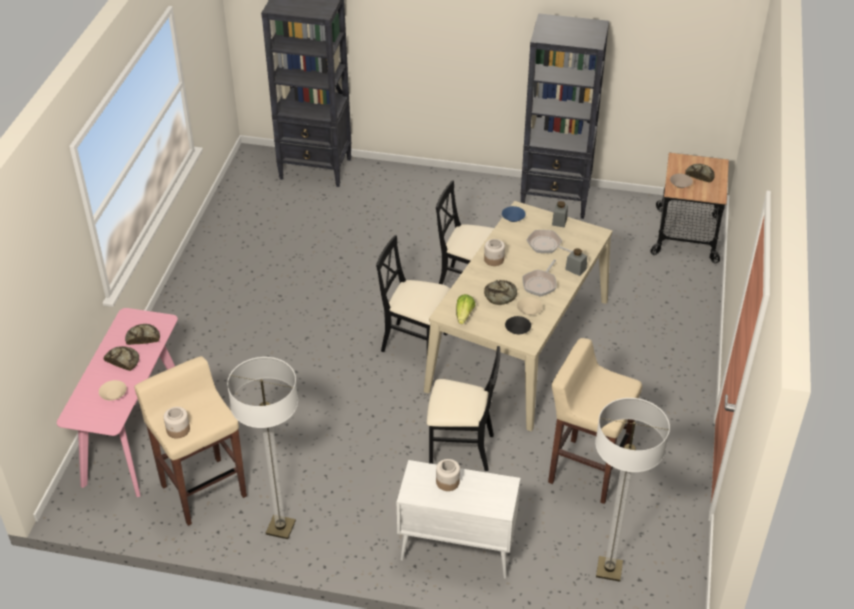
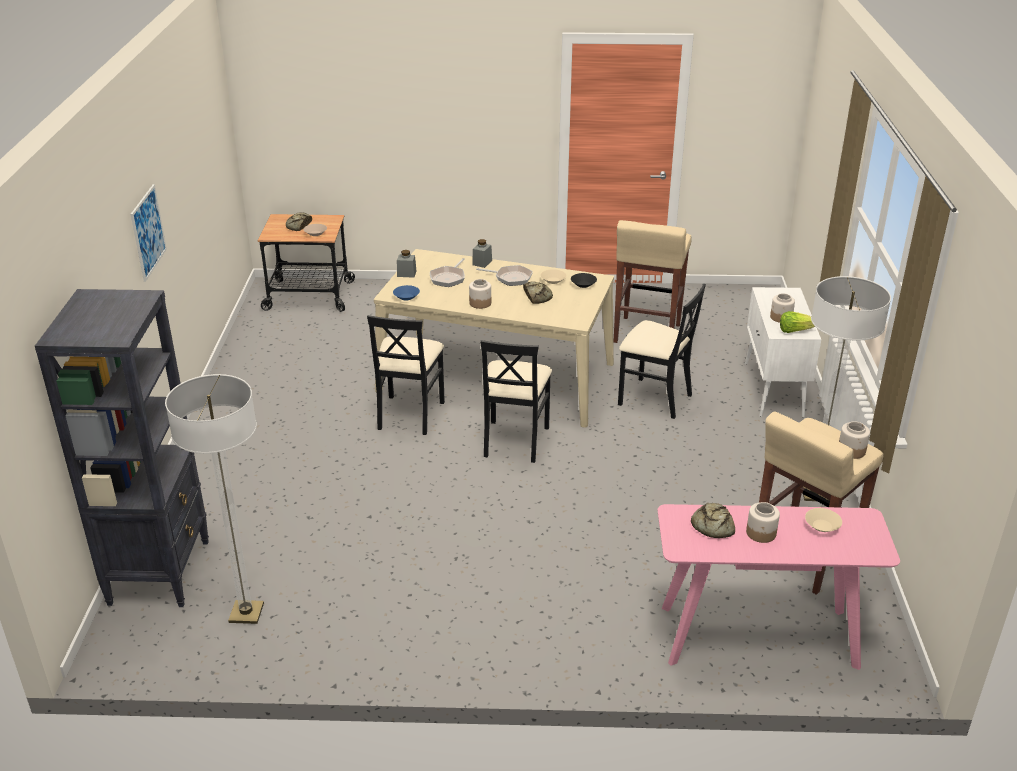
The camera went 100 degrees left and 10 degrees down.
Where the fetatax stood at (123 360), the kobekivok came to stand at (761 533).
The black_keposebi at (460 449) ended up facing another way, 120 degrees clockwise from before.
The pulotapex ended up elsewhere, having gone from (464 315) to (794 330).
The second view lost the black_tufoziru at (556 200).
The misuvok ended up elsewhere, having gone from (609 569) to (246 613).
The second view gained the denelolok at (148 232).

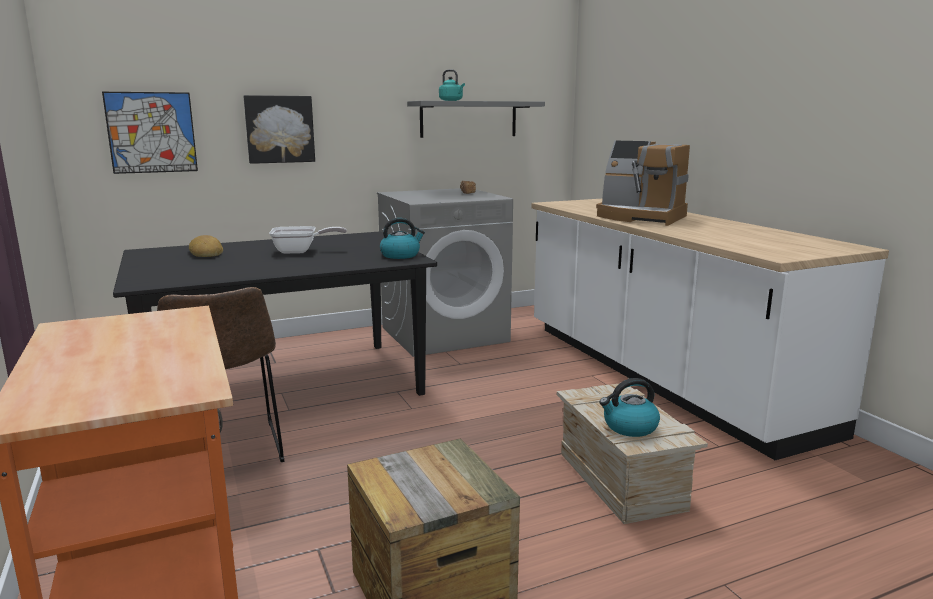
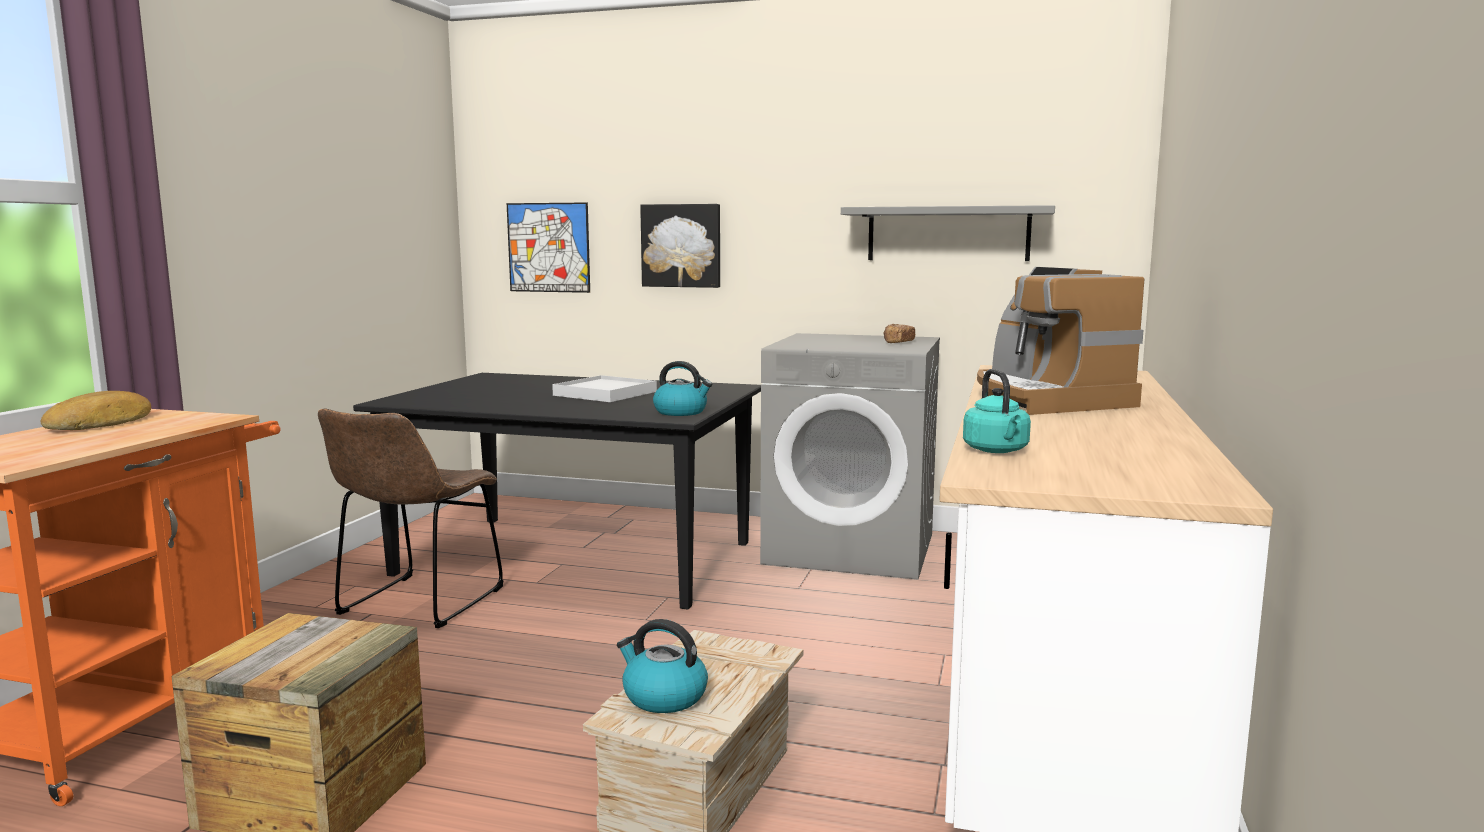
The camera went 40 degrees right and 5 degrees down.
The fetatax ended up elsewhere, having gone from (207 253) to (102 423).
Where the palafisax stood at (300 251), the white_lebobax came to stand at (605 393).
The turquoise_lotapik ended up elsewhere, having gone from (452 100) to (997 451).

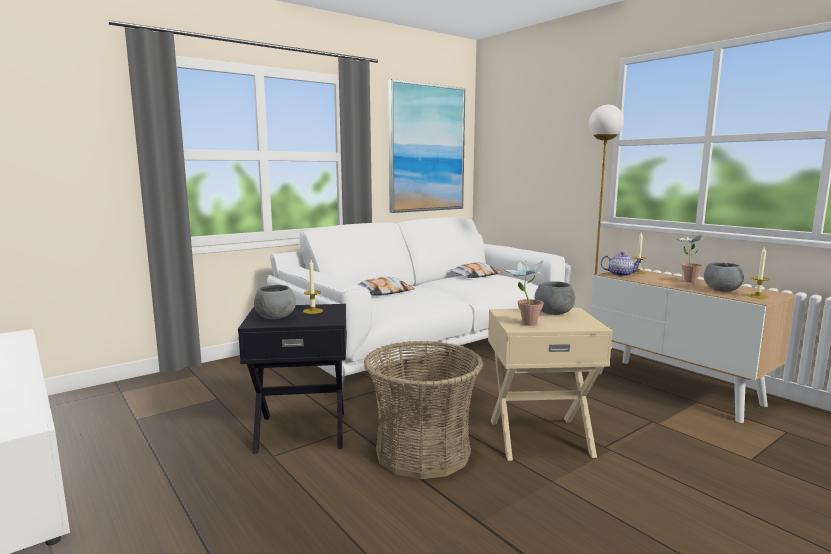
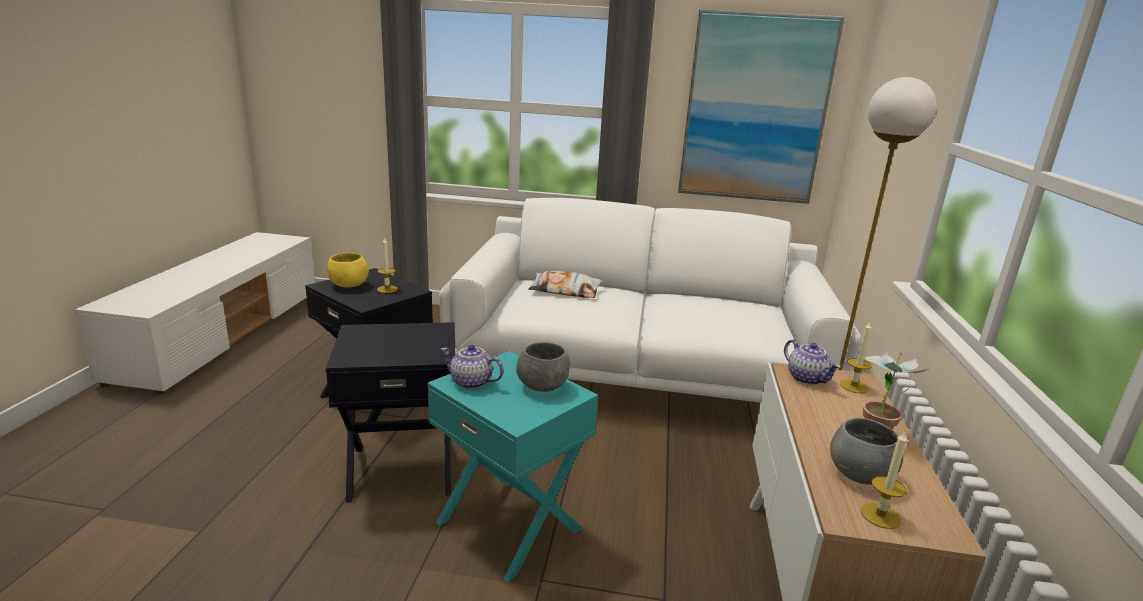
The camera went 45 degrees right and 10 degrees up.
What was the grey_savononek at (275 317) turned into the yellow_savononek at (349 285).
Where the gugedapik stood at (423 452), the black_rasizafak came to stand at (402 468).
The second view lost the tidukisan at (475 275).
What was the beige_rasizafak at (539 437) turned into the turquoise_rasizafak at (511 524).
Where the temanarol stood at (524 324), the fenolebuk came to stand at (470 382).

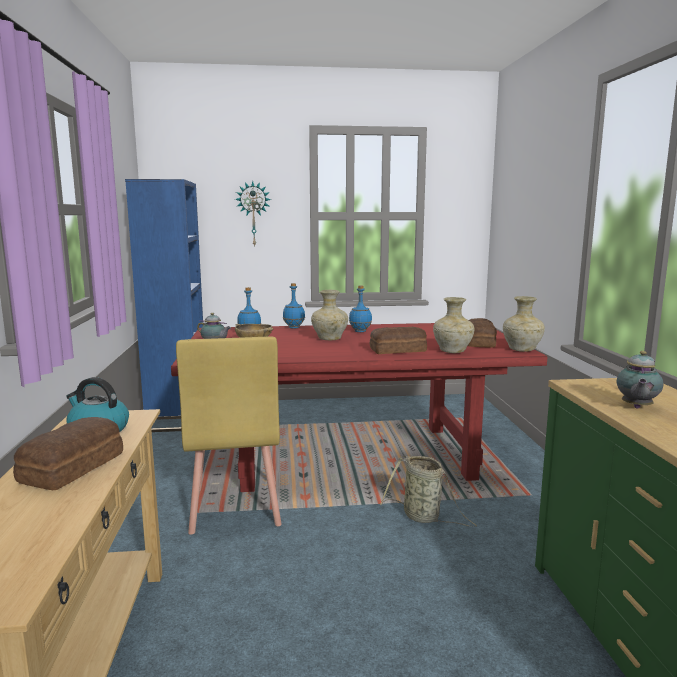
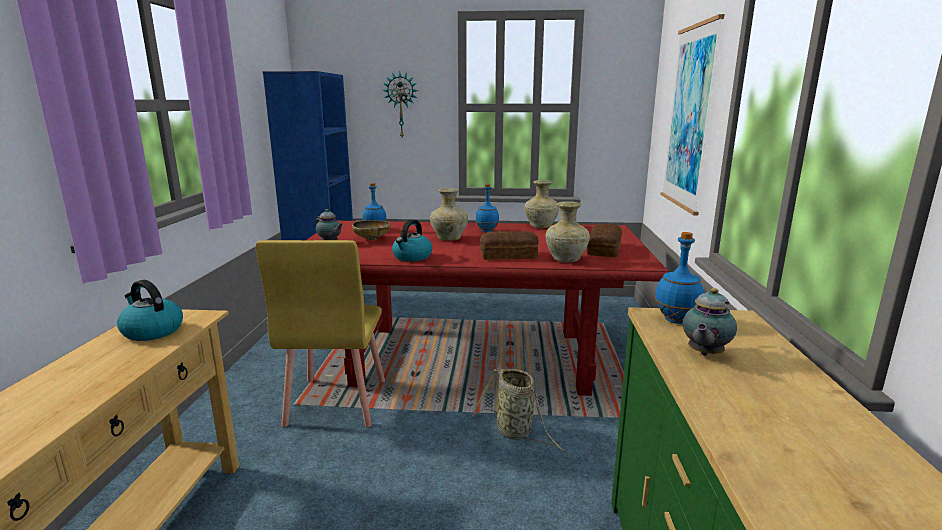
The camera went 10 degrees right and 5 degrees up.
The second view lost the fetatax at (75 467).
The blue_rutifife ended up elsewhere, having gone from (294 327) to (676 320).
The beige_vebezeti ended up elsewhere, having gone from (521 349) to (540 226).
The second view gained the lotapik at (412 257).
The second view gained the denelolok at (690 118).

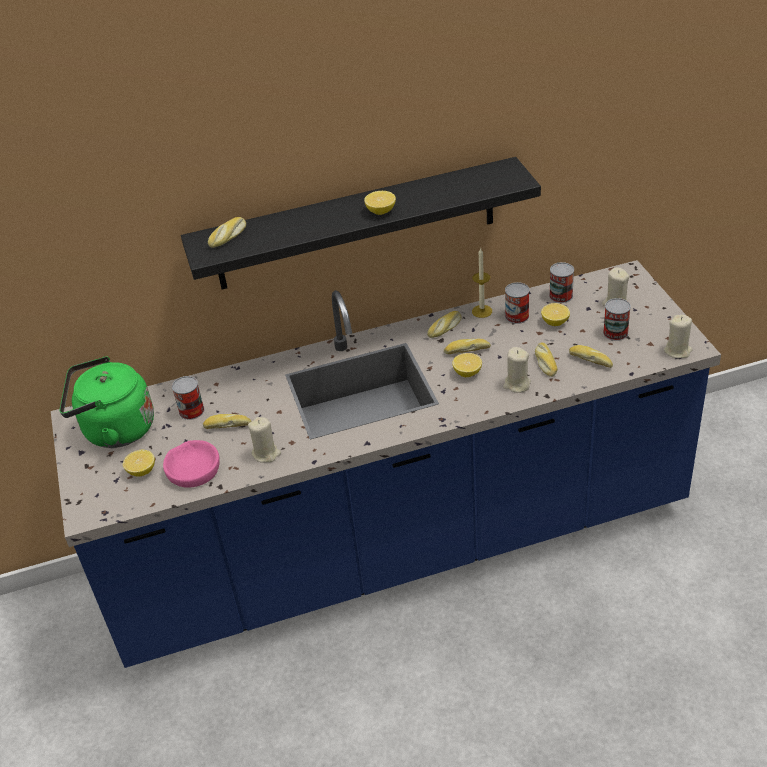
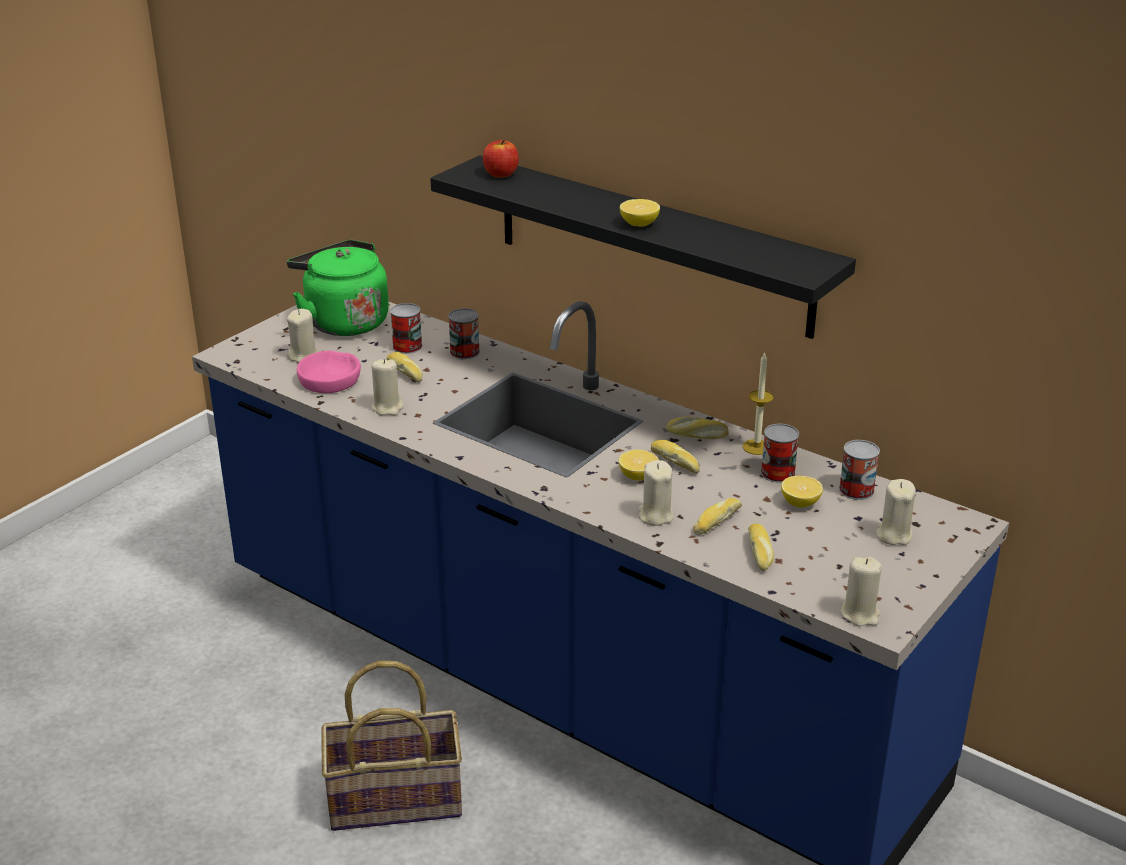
The camera went 50 degrees right and 10 degrees down.
Where the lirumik stood at (142 471), the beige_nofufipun came to stand at (303 356).
Where the fetatax stood at (229 237), the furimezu came to stand at (501 174).
The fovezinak ended up elsewhere, having gone from (615 333) to (464 352).
The second view gained the gugedapik at (396 797).

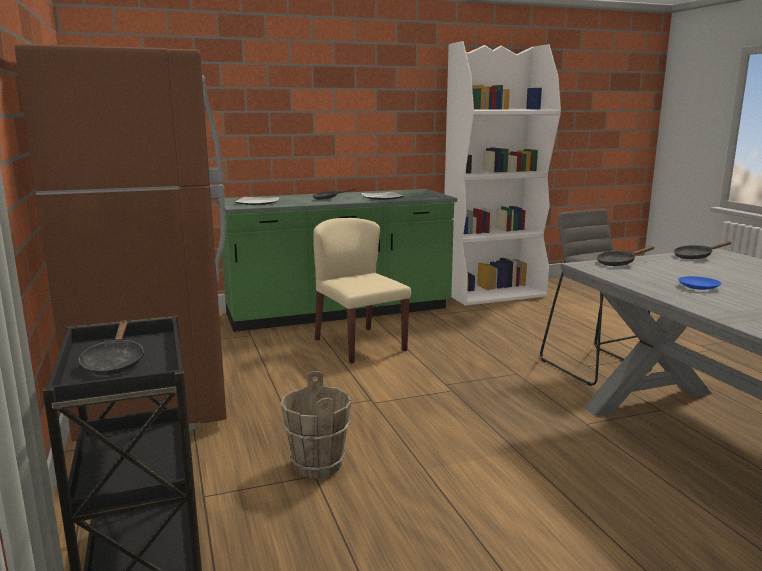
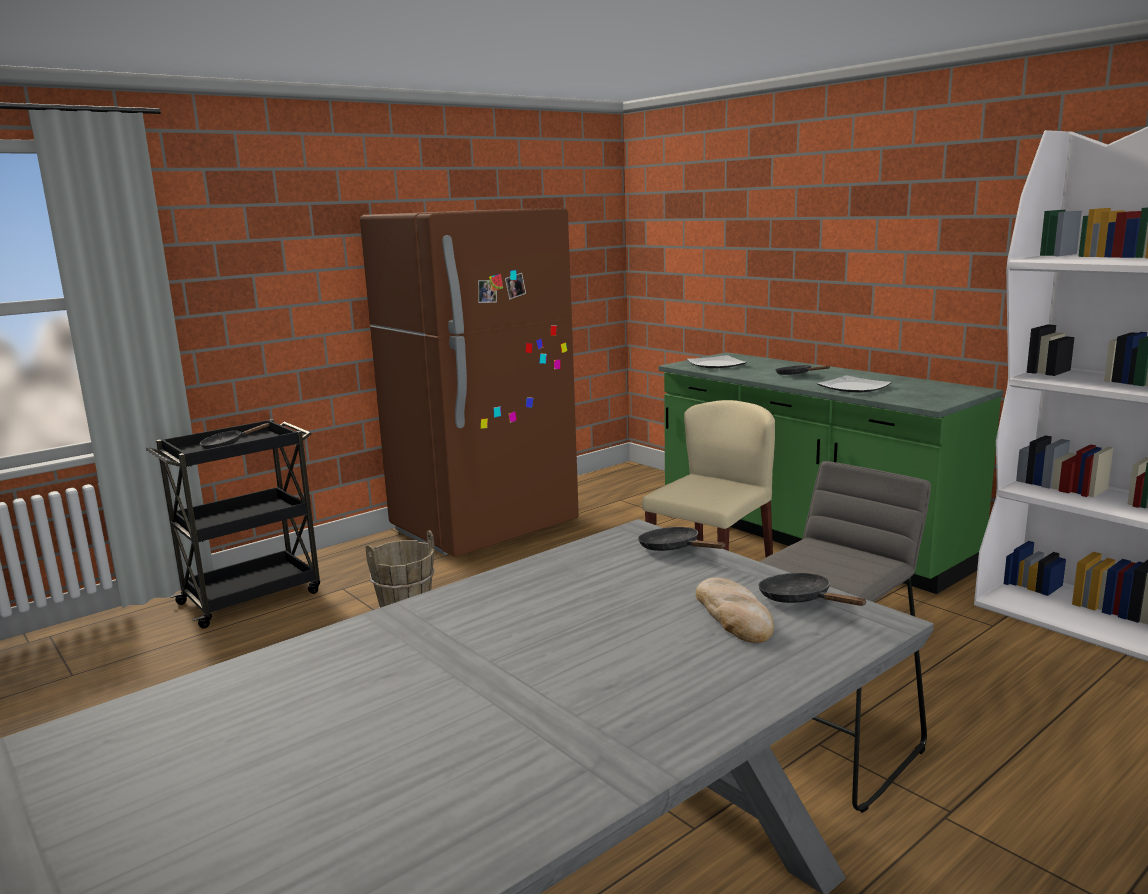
The camera went 70 degrees right and 0 degrees up.
The second view lost the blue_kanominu at (698 287).
The second view gained the fetatax at (734 615).

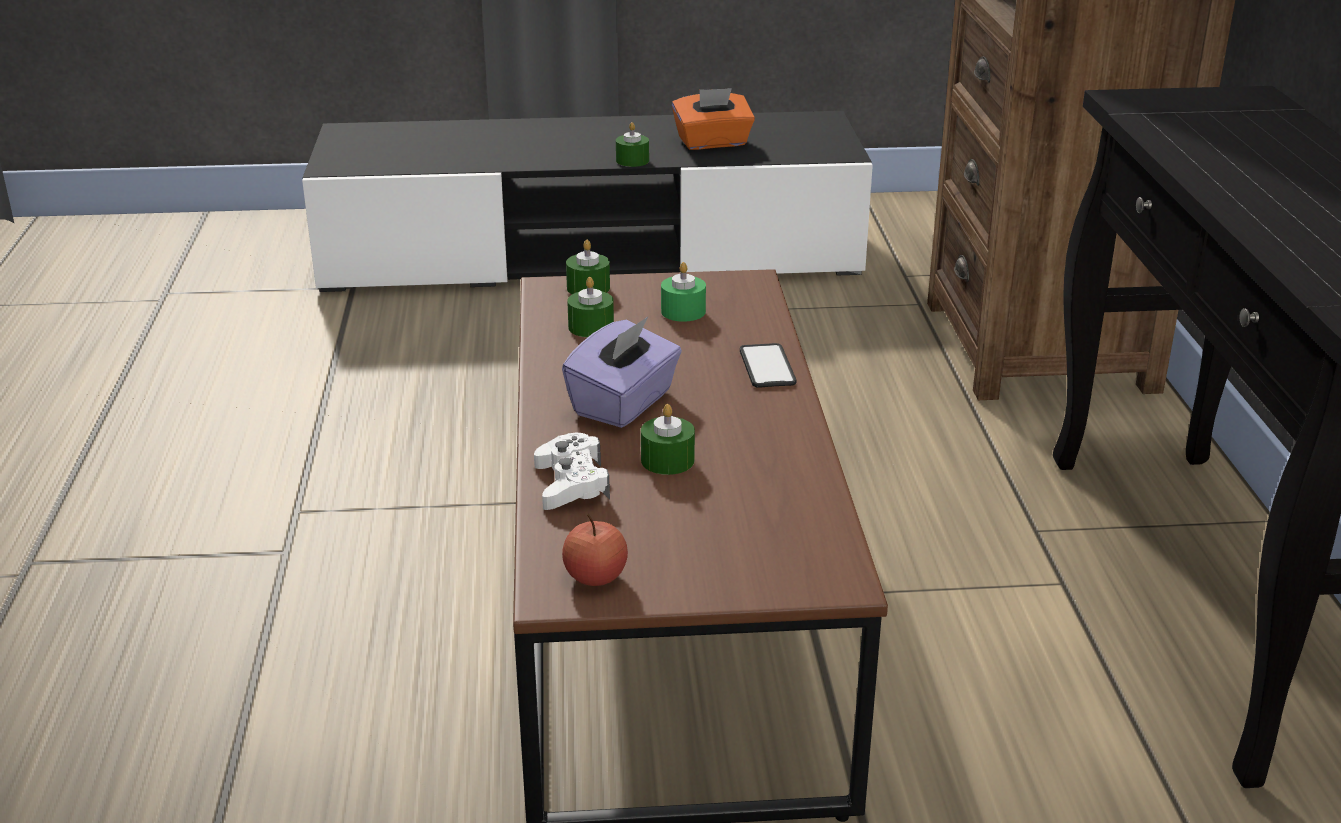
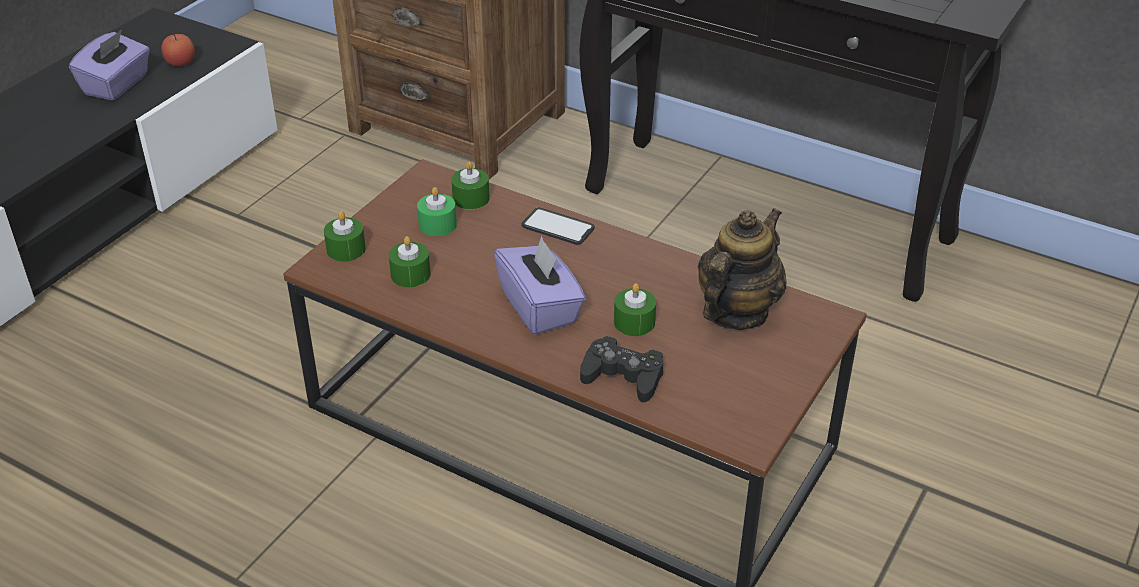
The camera went 55 degrees left and 10 degrees up.
What was the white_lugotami at (571 484) turned into the black_lugotami at (623 376).
The furimezu ended up elsewhere, having gone from (595 577) to (180 62).
The green_nofufipun ended up elsewhere, having gone from (632 160) to (471 198).
What was the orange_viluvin at (713 143) turned into the purple_viluvin at (117 85).
The second view gained the fenolebuk at (736 312).

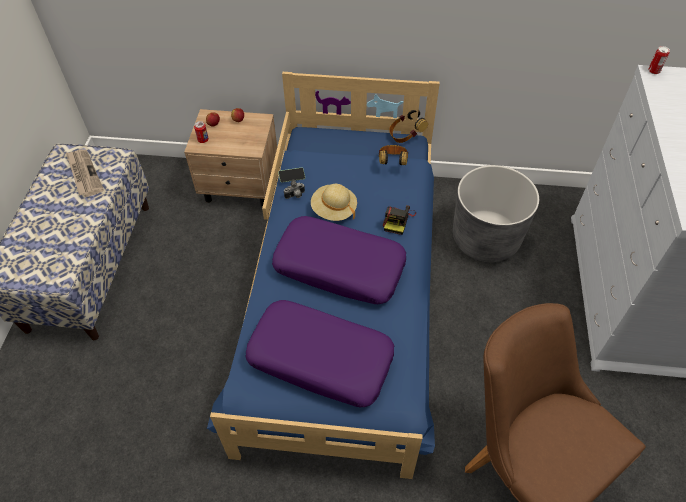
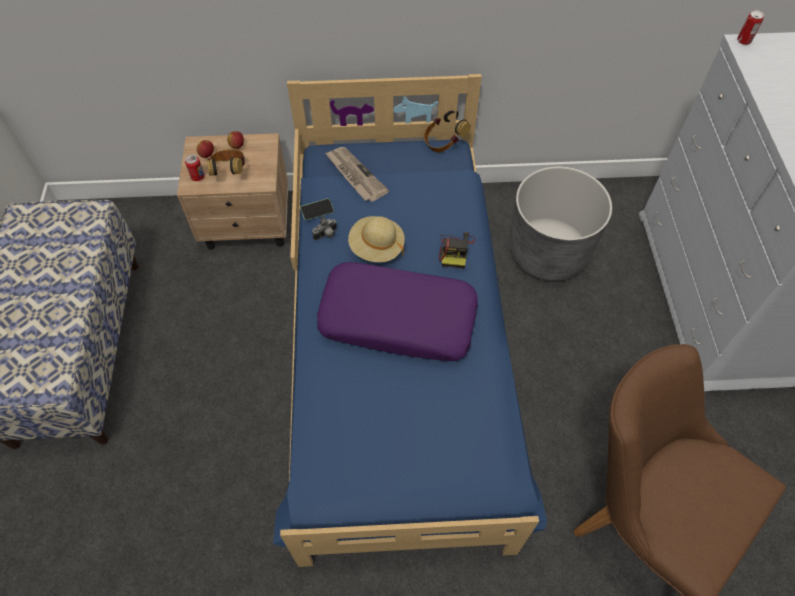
The camera went 10 degrees left and 5 degrees up.
The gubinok ended up elsewhere, having gone from (84 174) to (355 175).
The second view lost the purple_tidukisan at (321 358).
The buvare ended up elsewhere, having gone from (392 163) to (229 172).

